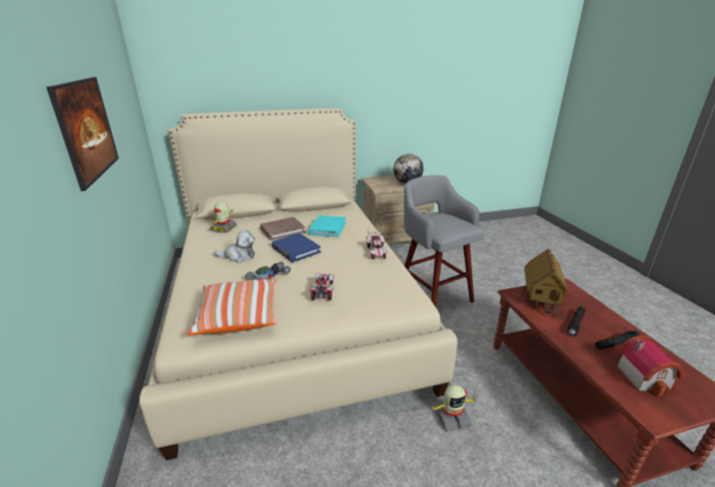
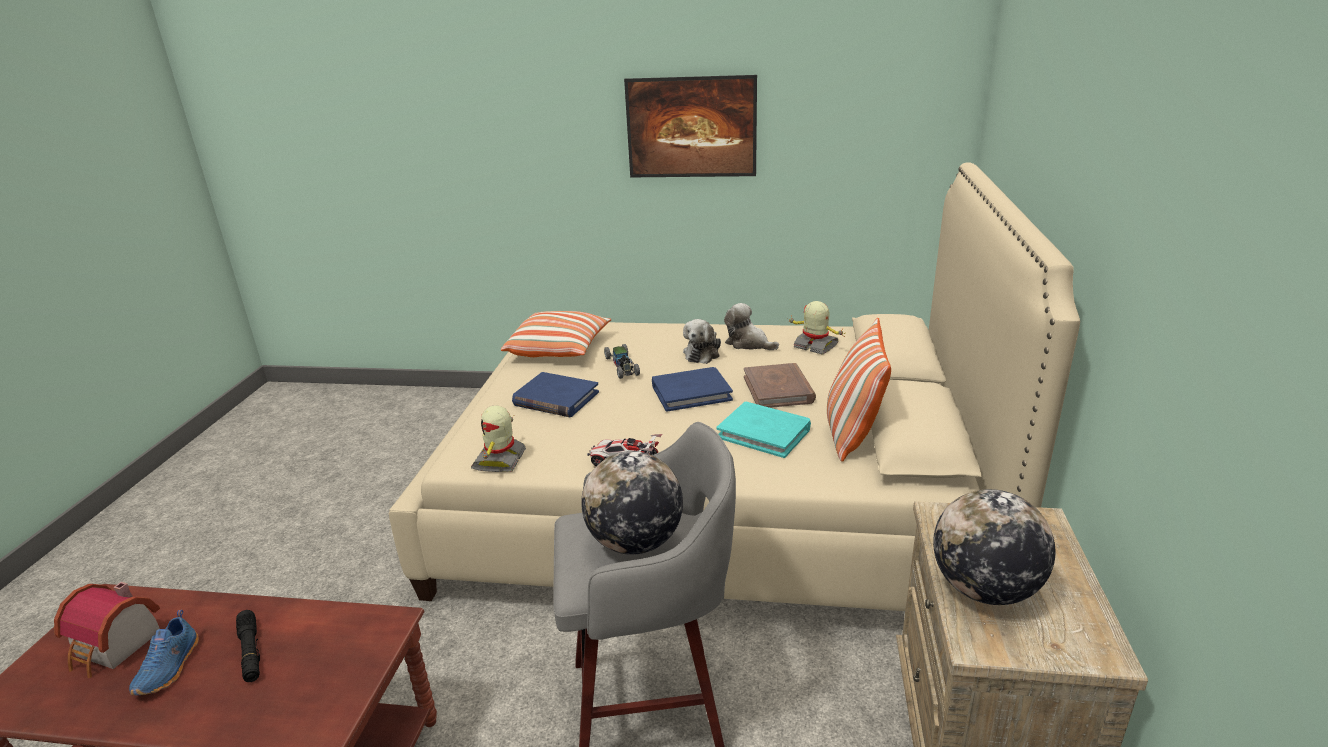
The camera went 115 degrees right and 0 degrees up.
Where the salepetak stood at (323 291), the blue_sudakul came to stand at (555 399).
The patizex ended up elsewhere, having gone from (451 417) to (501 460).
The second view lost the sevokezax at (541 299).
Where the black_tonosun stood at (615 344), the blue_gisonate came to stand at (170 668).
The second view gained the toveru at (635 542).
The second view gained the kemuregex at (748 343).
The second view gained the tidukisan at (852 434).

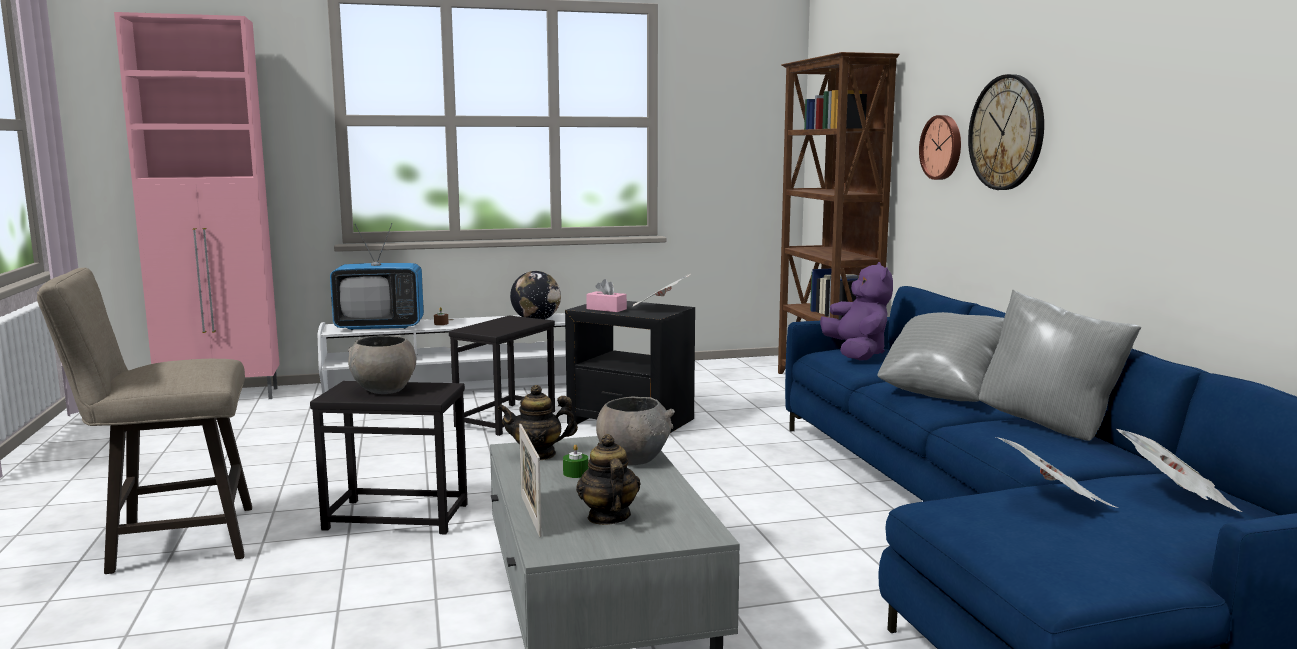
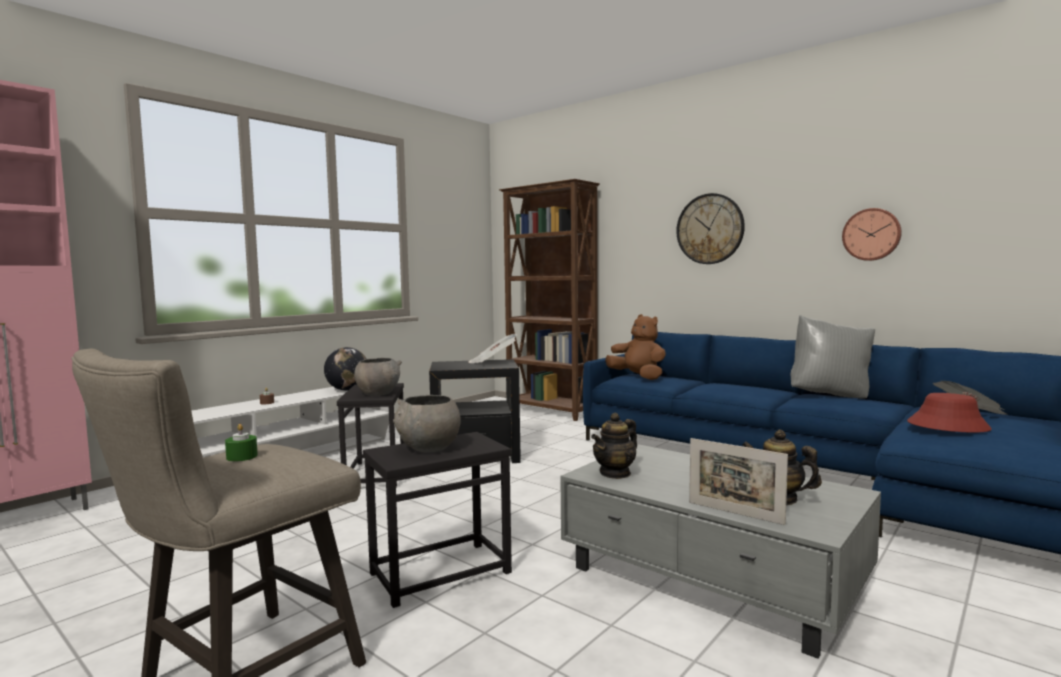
The camera went 35 degrees left and 5 degrees down.
The second view lost the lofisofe at (380 327).
The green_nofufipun ended up elsewhere, having gone from (575 473) to (242 457).
The second view lost the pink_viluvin at (606 309).
The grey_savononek ended up elsewhere, having gone from (633 459) to (378 393).
What was the purple_kemuregex at (857 354) turned into the brown_kemuregex at (638 377).
The second view lost the grey_tidukisan at (943 391).
The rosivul ended up elsewhere, having gone from (942 147) to (871 234).
Where the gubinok stood at (1053 501), the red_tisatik came to stand at (948 426).

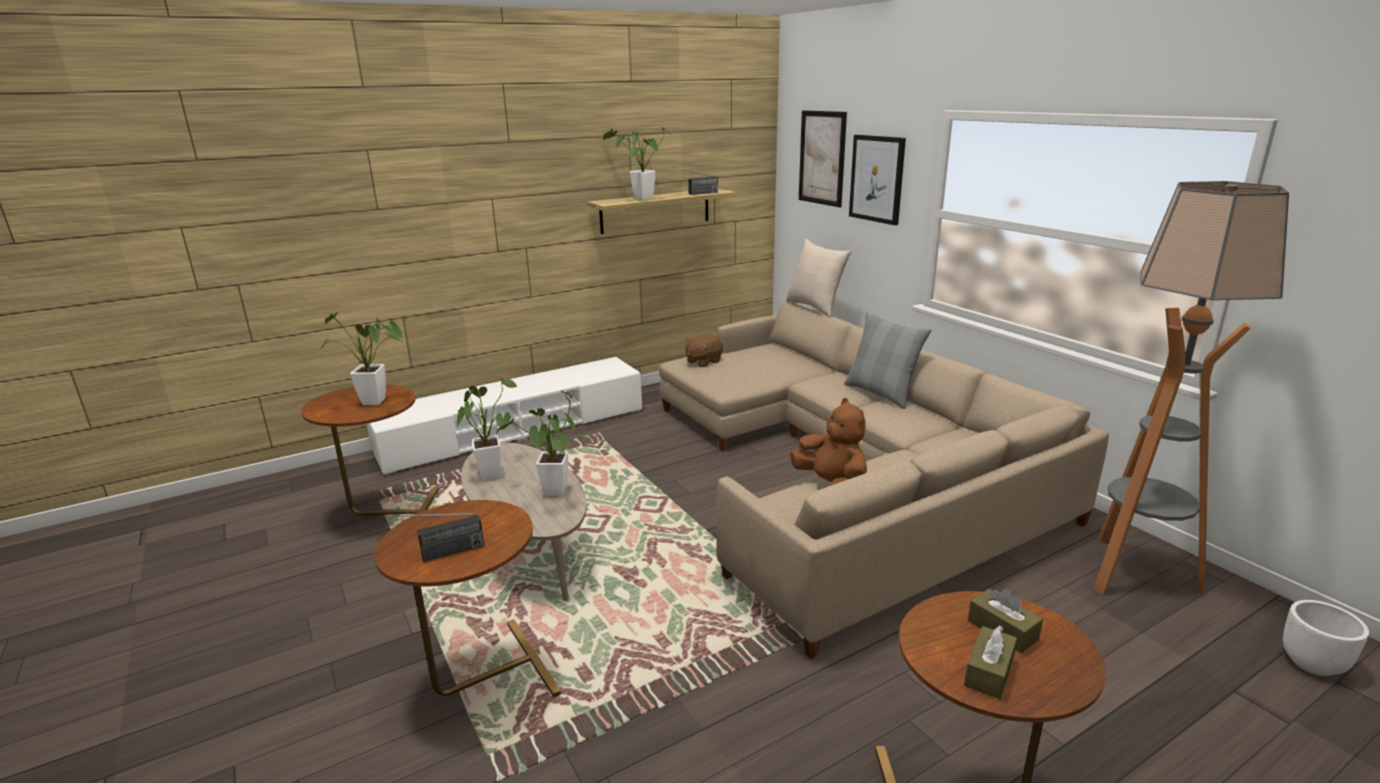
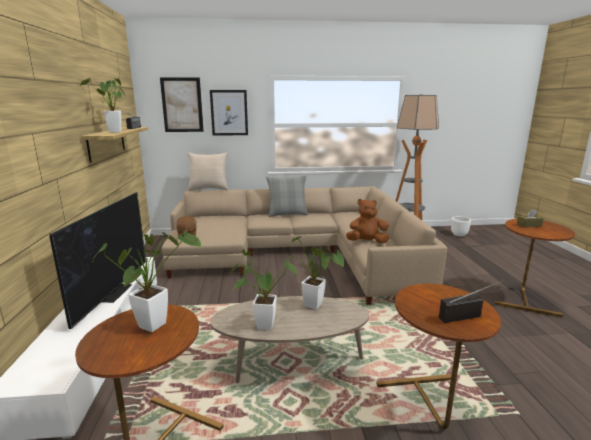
The camera went 65 degrees left and 5 degrees down.
The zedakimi at (436 555) ended up facing another way, 105 degrees counterclockwise from before.
The second view lost the brown_viluvin at (989 672).
The second view gained the lofisofe at (113 292).

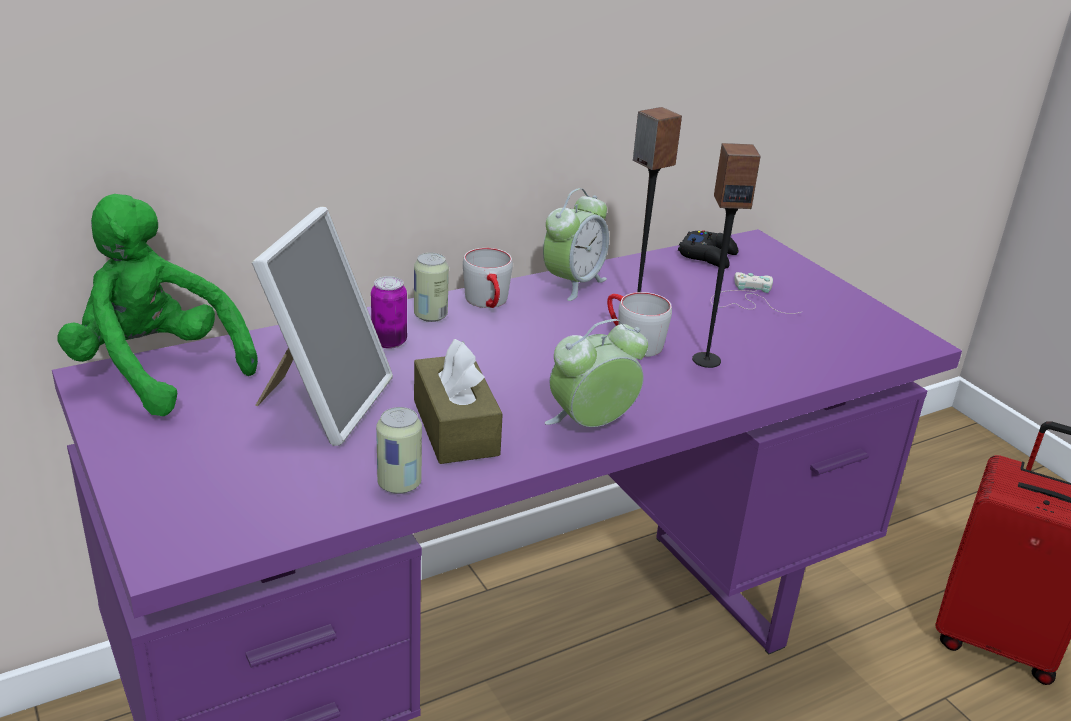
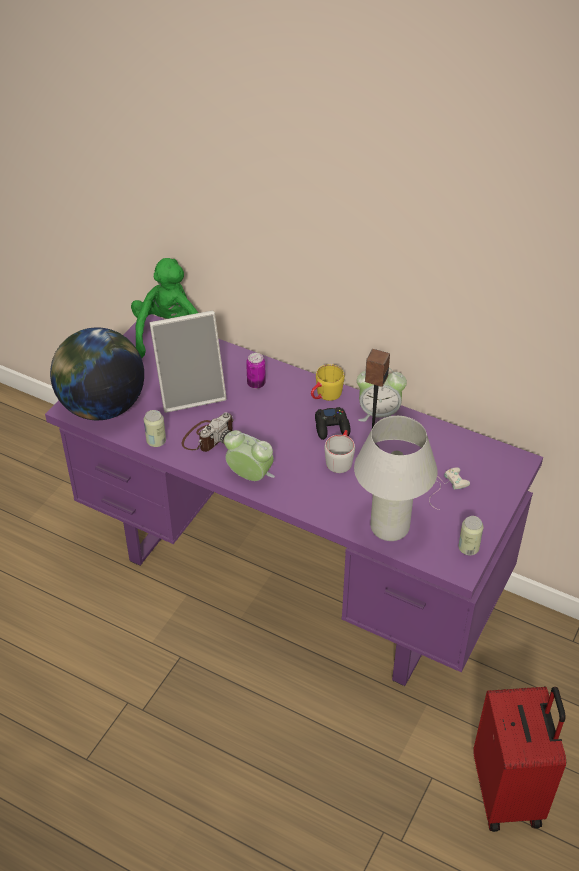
The camera went 60 degrees right and 15 degrees up.
The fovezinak ended up elsewhere, having gone from (430 316) to (468 548).
Where the brown_viluvin stood at (455 427), the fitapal came to stand at (208 437).
What was the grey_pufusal at (489 303) turned into the yellow_pufusal at (325 396).
The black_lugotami ended up elsewhere, having gone from (708 256) to (332 427).
The second view lost the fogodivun at (706 360).
The second view gained the toveru at (102 406).
The second view gained the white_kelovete at (389 527).

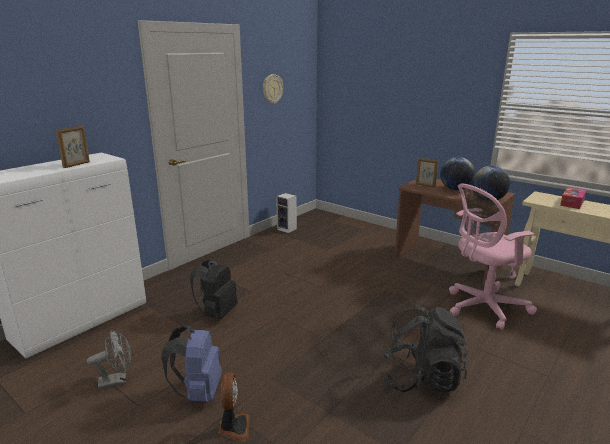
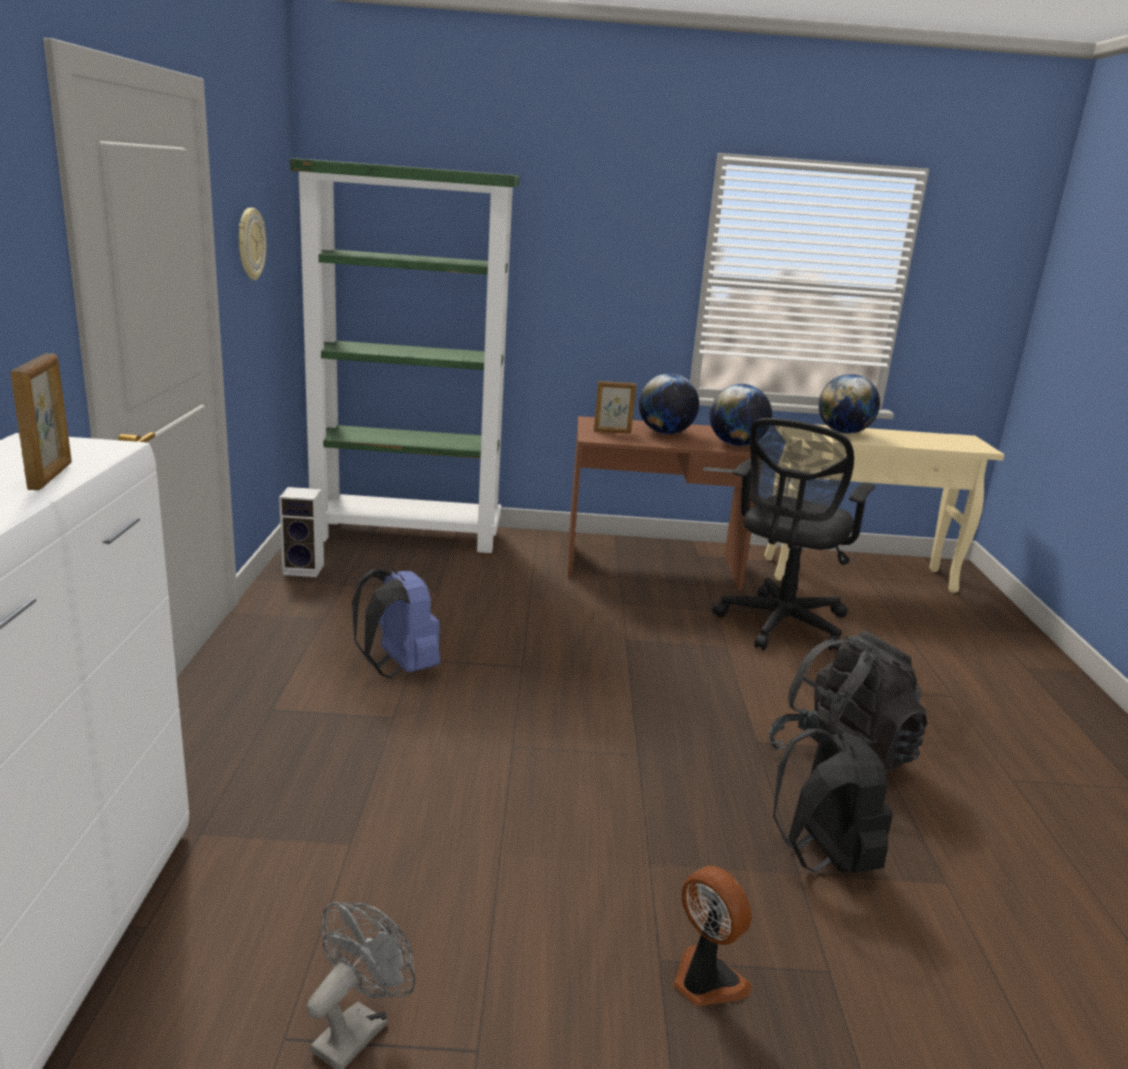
The camera went 40 degrees left and 0 degrees up.
The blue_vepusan ended up elsewhere, having gone from (198 392) to (399 668).
The black_vepusan ended up elsewhere, having gone from (217 313) to (823 857).
What was the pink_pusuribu at (482 308) turned into the black_pusuribu at (780 626).
Where the viluvin stood at (572 203), the toveru came to stand at (843 432).
The second view gained the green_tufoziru at (408 535).

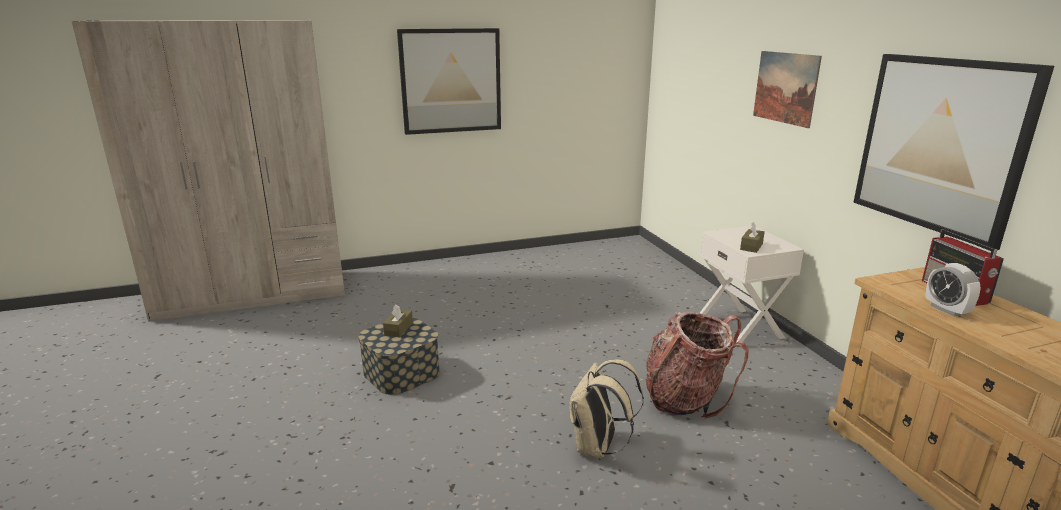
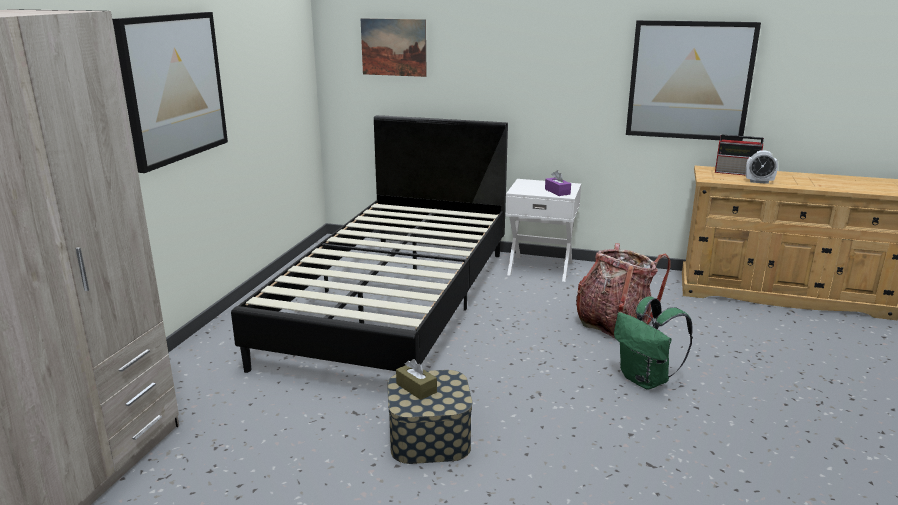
The camera went 55 degrees left and 0 degrees up.
What was the beige_vepusan at (598 447) turned into the green_vepusan at (646 380).
What was the brown_viluvin at (751 246) turned into the purple_viluvin at (557 192).
The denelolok ended up elsewhere, having gone from (785 88) to (393 47).
The second view gained the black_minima at (394 303).

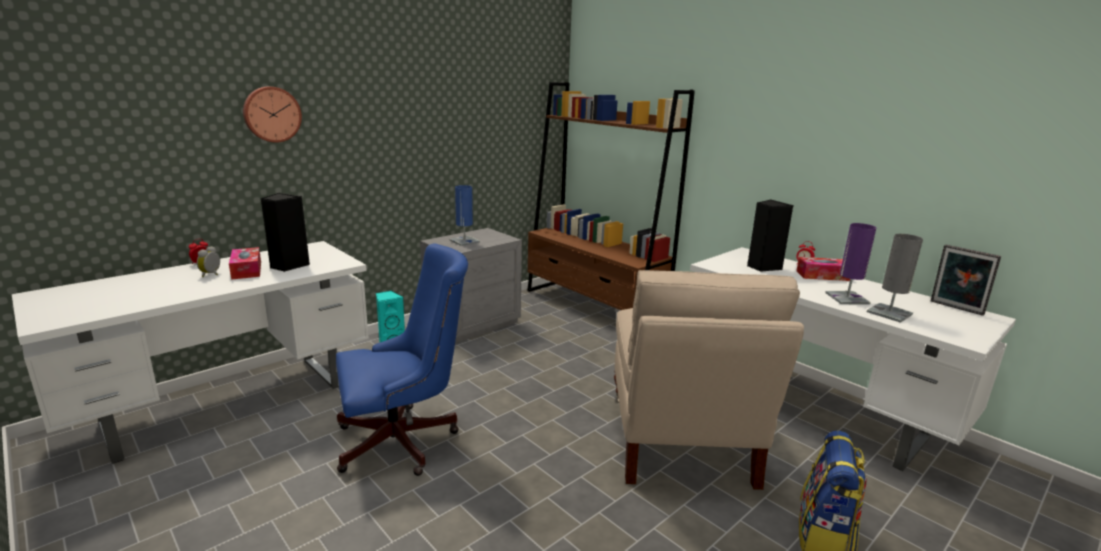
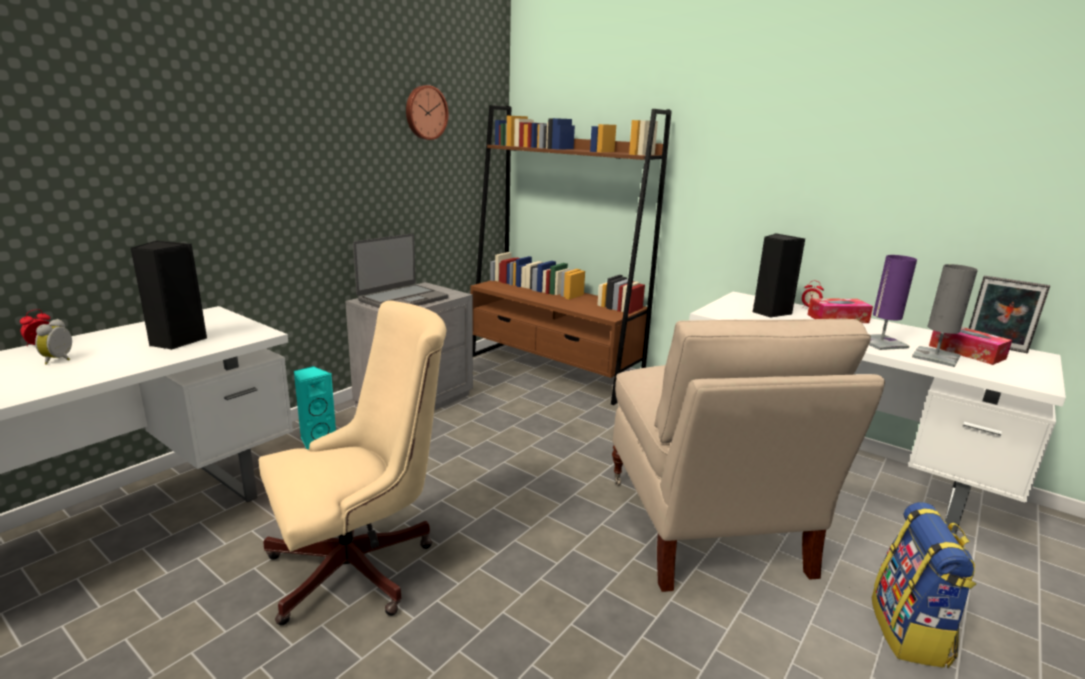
The camera went 10 degrees left and 0 degrees up.
The viluvin ended up elsewhere, having gone from (246 270) to (966 352).
The rosivul ended up elsewhere, having gone from (271 114) to (425 112).
What was the blue_pusuribu at (404 441) turned into the beige_pusuribu at (362 566).
Where the blue_kelovete stood at (464 241), the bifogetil came to stand at (402 299).

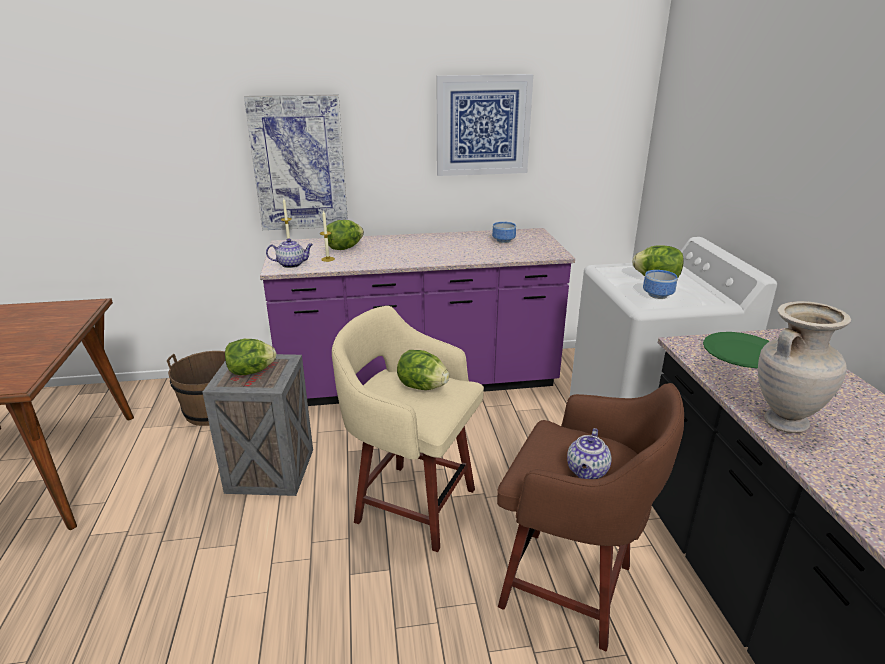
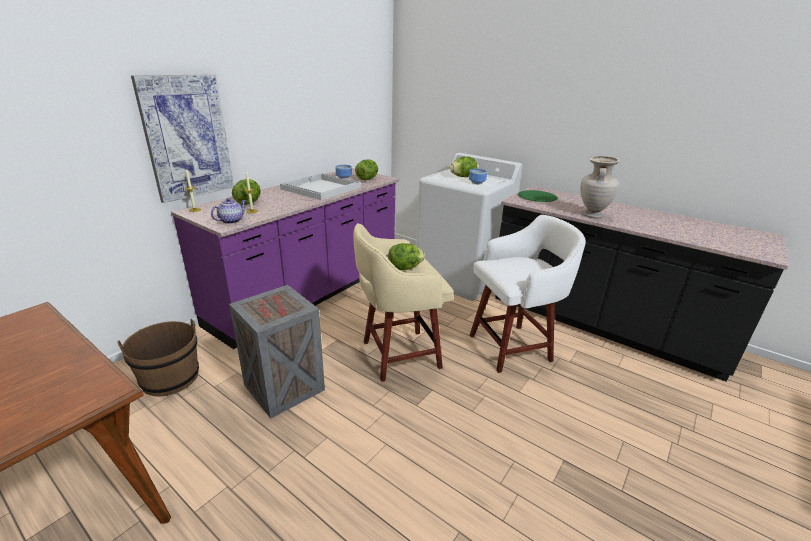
The camera went 45 degrees left and 0 degrees up.
The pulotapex ended up elsewhere, having gone from (251 371) to (367 179).
The second view lost the denelolok at (483 125).
What was the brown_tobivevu at (572 588) turned into the white_tobivevu at (512 347).
The second view lost the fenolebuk at (587 472).
The second view gained the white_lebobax at (320 188).

